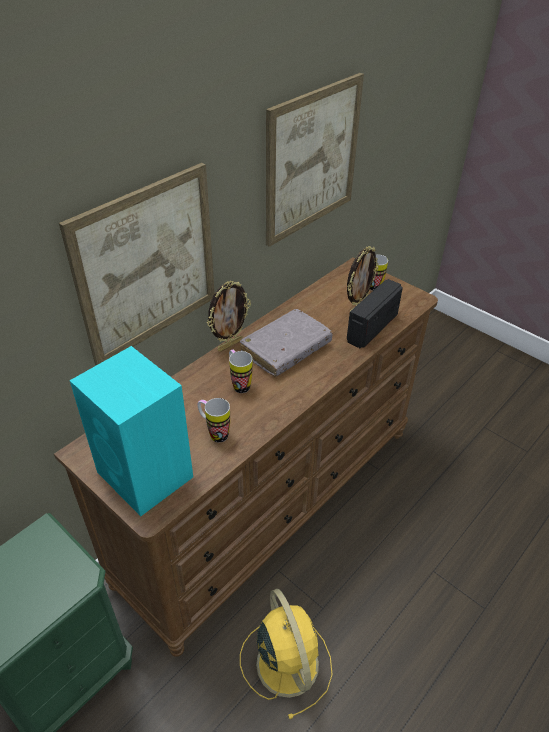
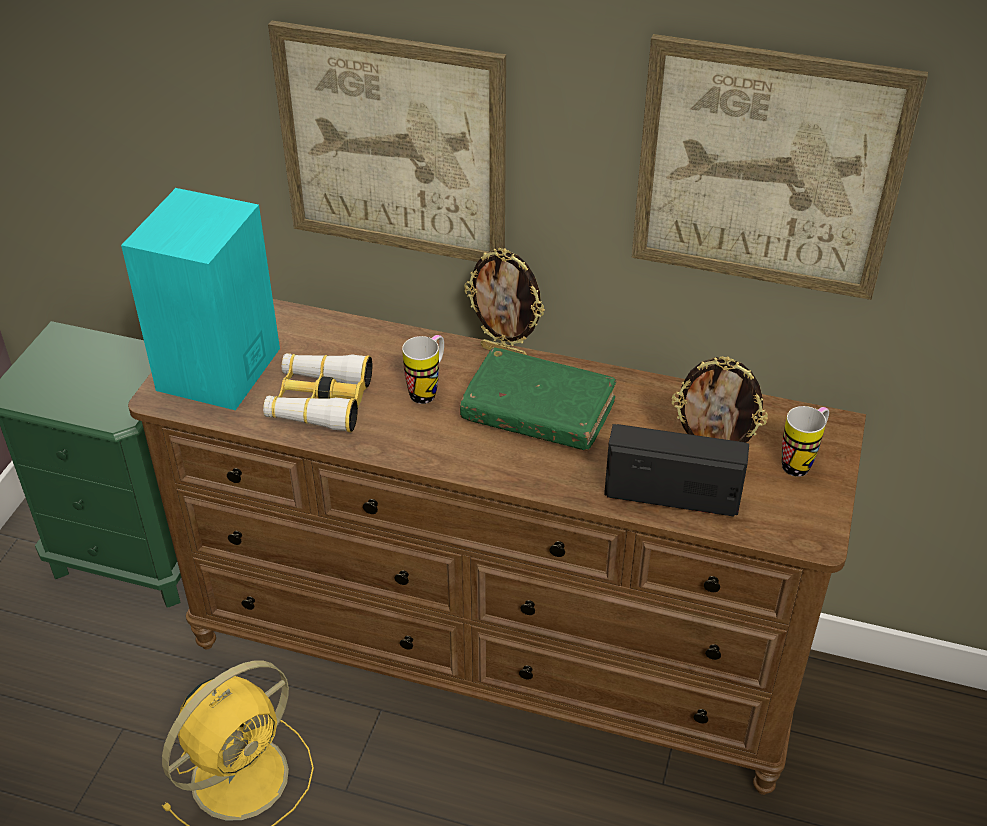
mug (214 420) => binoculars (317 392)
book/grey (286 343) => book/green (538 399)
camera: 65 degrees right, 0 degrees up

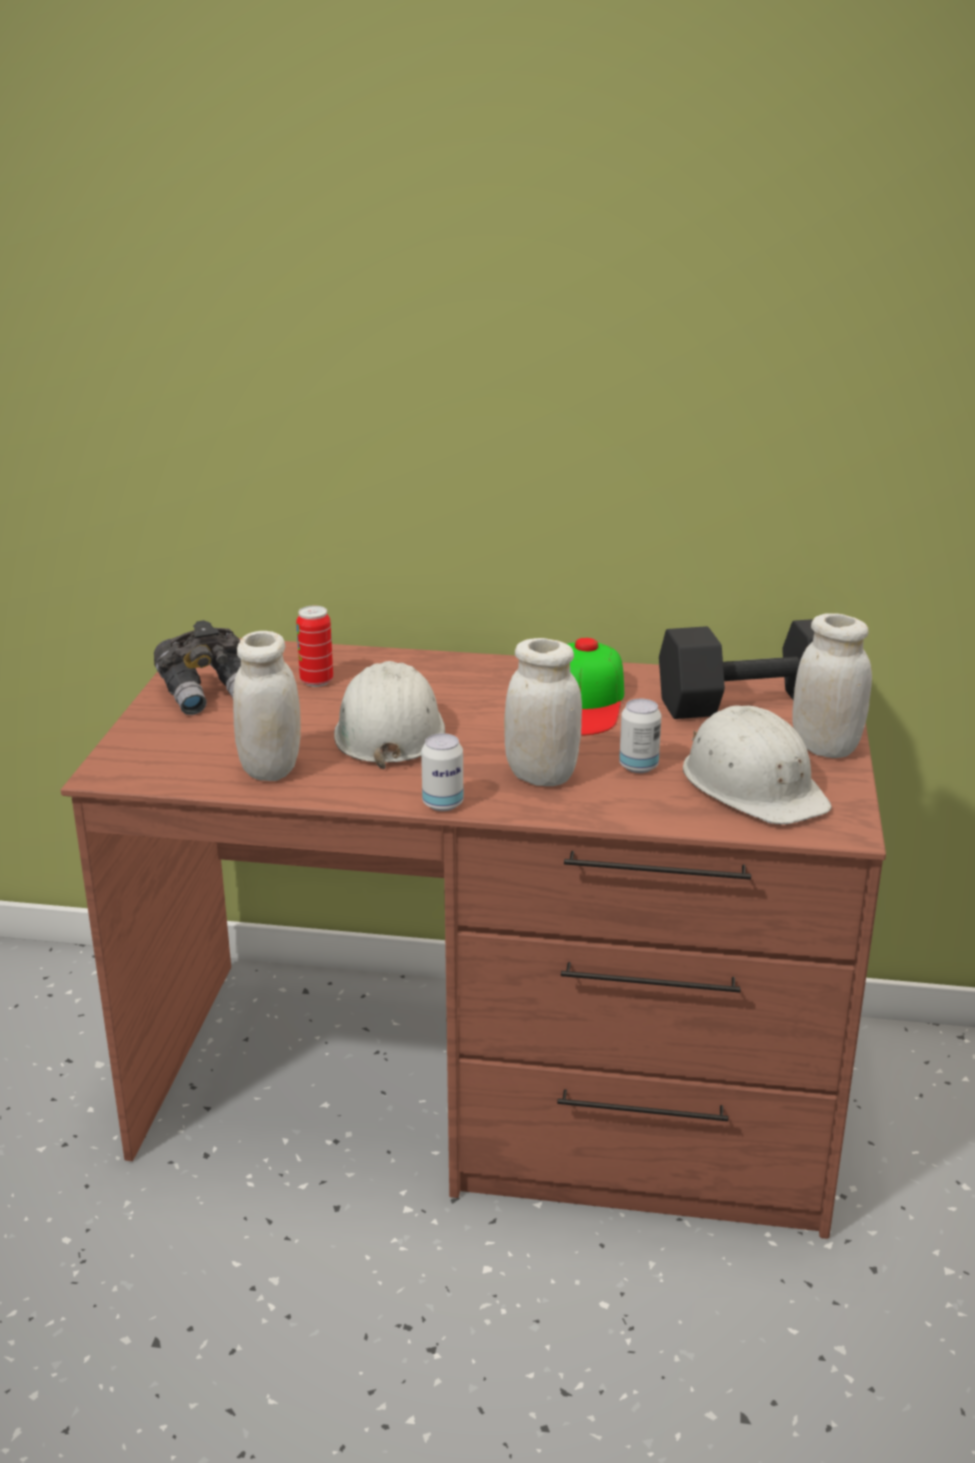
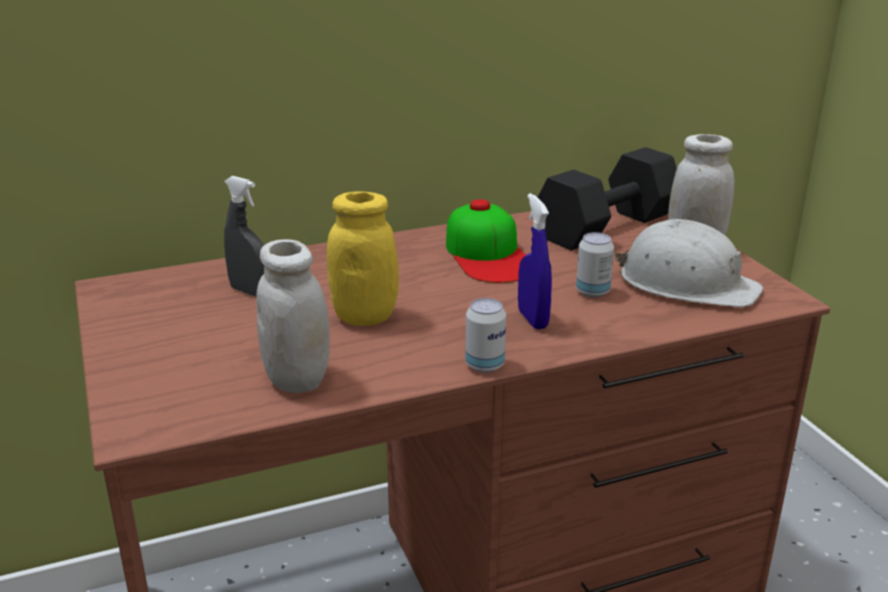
can (314 646) => spray bottle/grey (244 236)
hard hat/white (389 715) => jar/yellow (363 258)
jar/white (543 712) => spray bottle/blue (535 261)
binoculars/grey (197 667) => nothing
camera: 30 degrees left, 0 degrees up

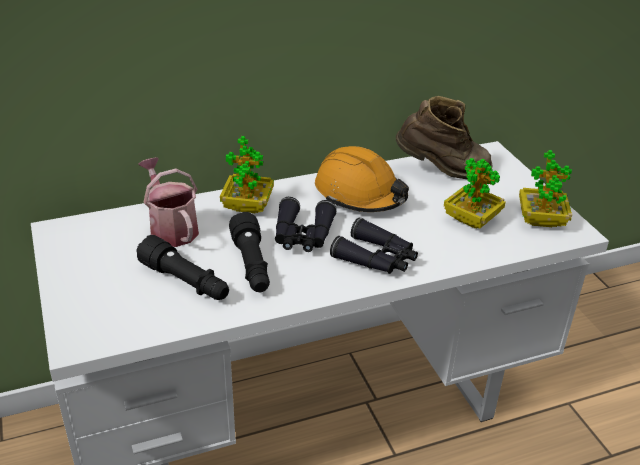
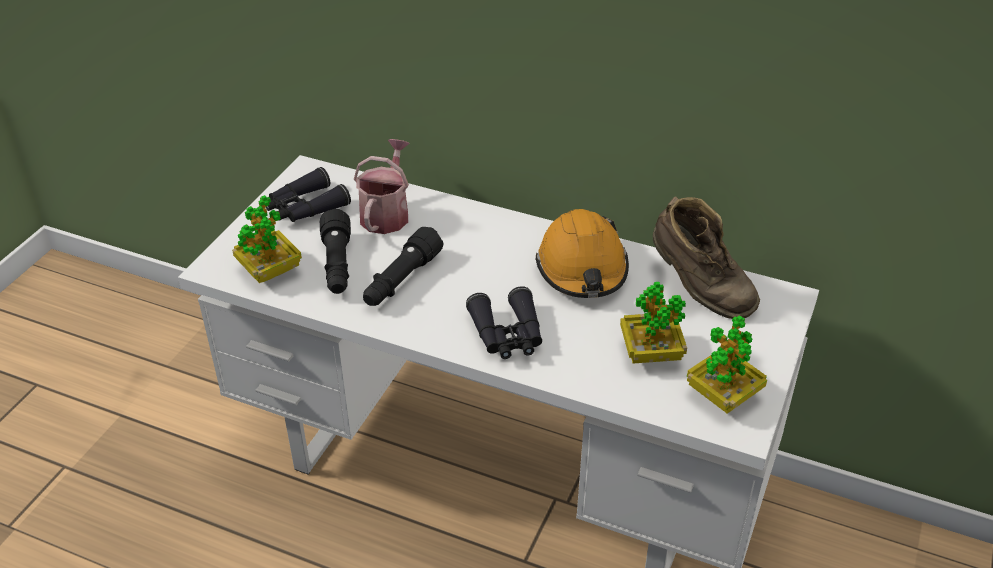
potted plant (247 174) => potted plant (267 239), move
binoculars/black (306 224) => binoculars/black (308 194), move
camera: 45 degrees right, 5 degrees up

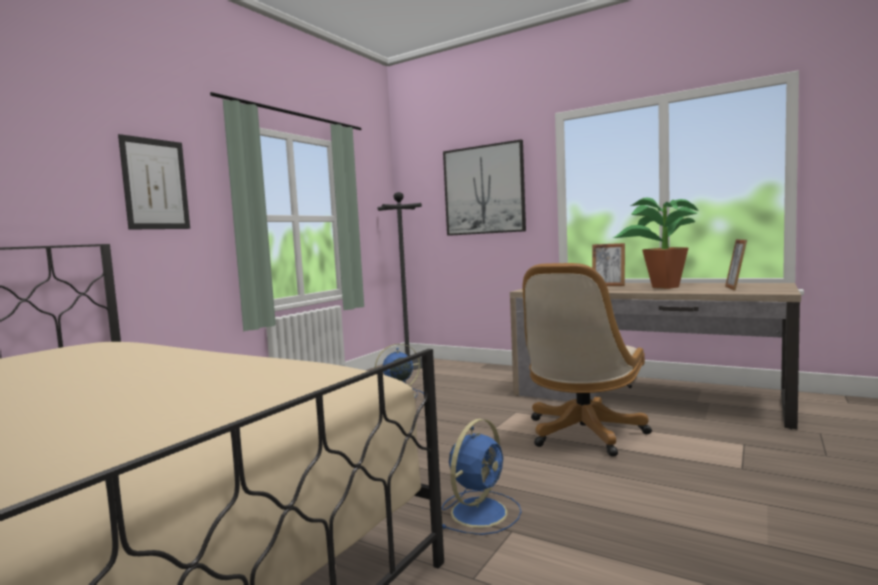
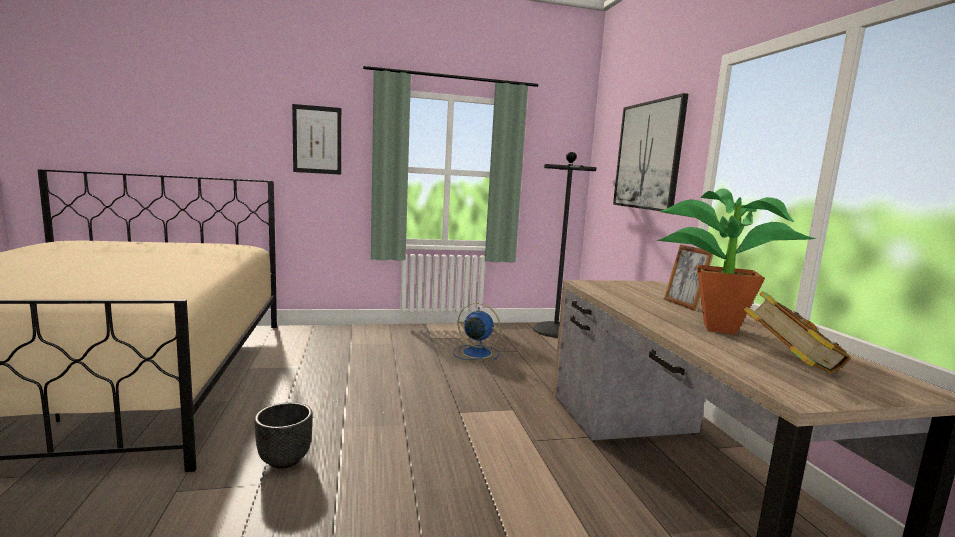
fan/blue (482 477) => planter/black (283 435)
picture frame (736 265) => book (797 332)
office chair (587 360) => nothing
camera: 45 degrees right, 5 degrees up

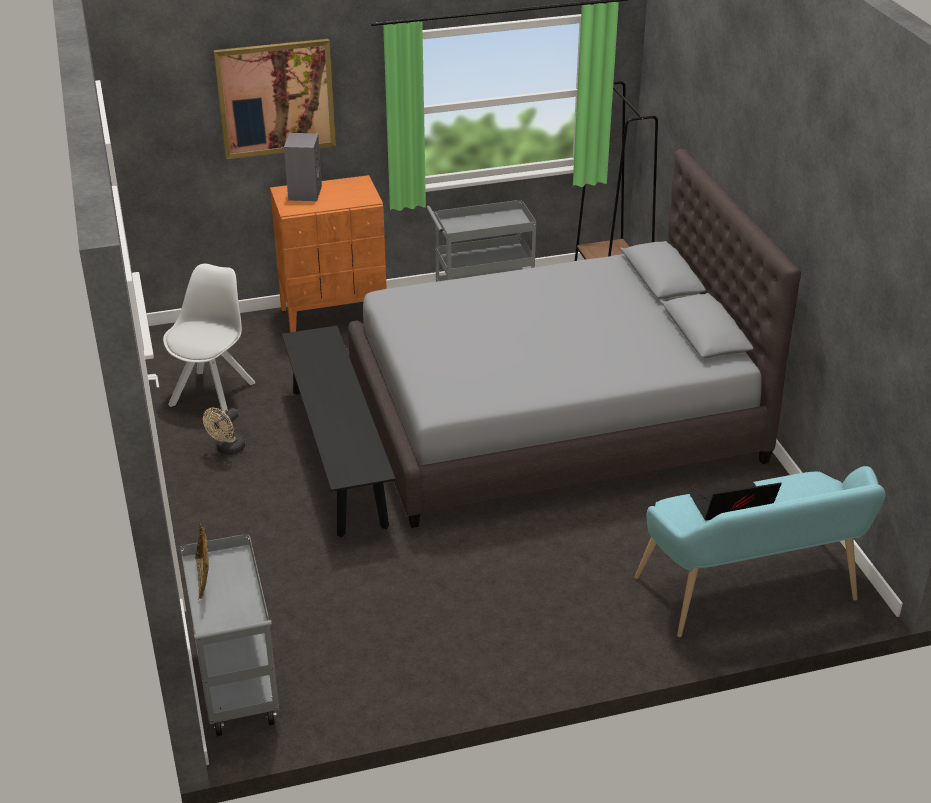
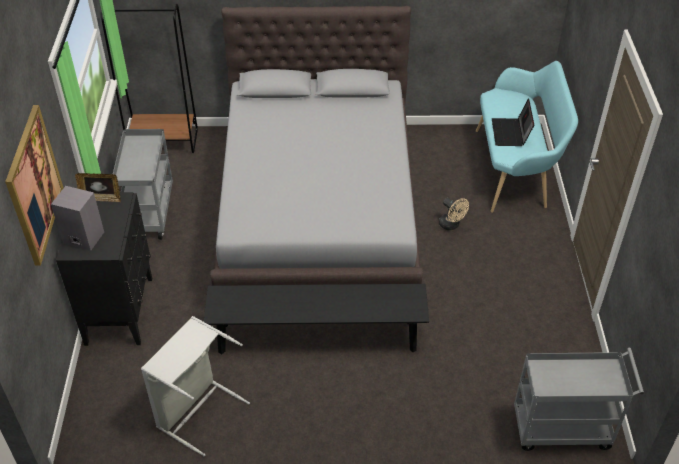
dresser/orange (328 253) => dresser/black (104 269)
picture frame (202 562) => picture frame (98 187), move
chair/white (209 338) => laundry basket/grey (195 386)
fan/beige (224 431) => fan/beige (454 214), move
camera: 75 degrees left, 10 degrees up

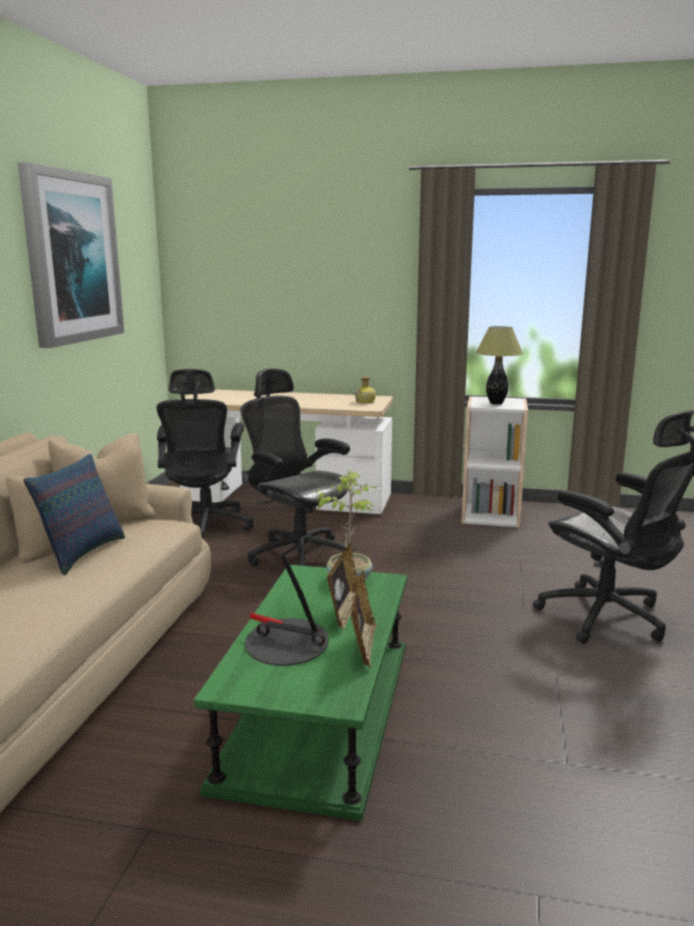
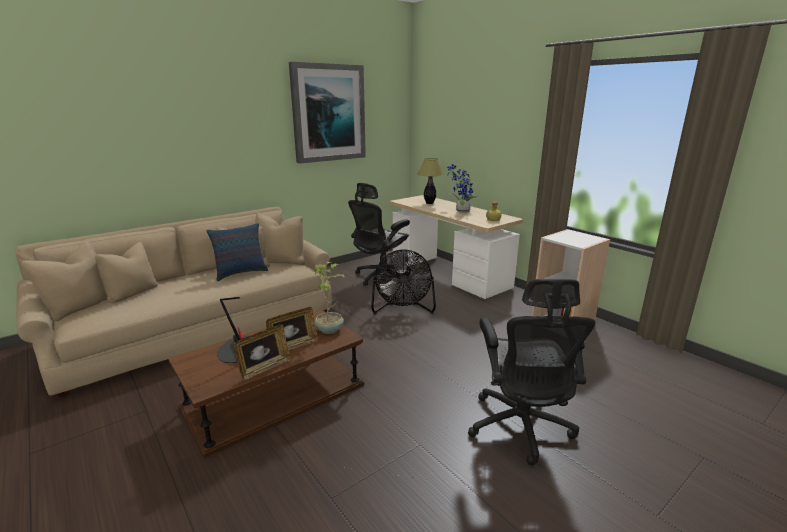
coffee table/green (300 693) => coffee table/brown (266 384)
office chair (296 467) => fan/black (403 282)
table lamp (499 365) => table lamp (430 181), move
nothing => potted plant (461 188)
camera: 40 degrees right, 5 degrees up

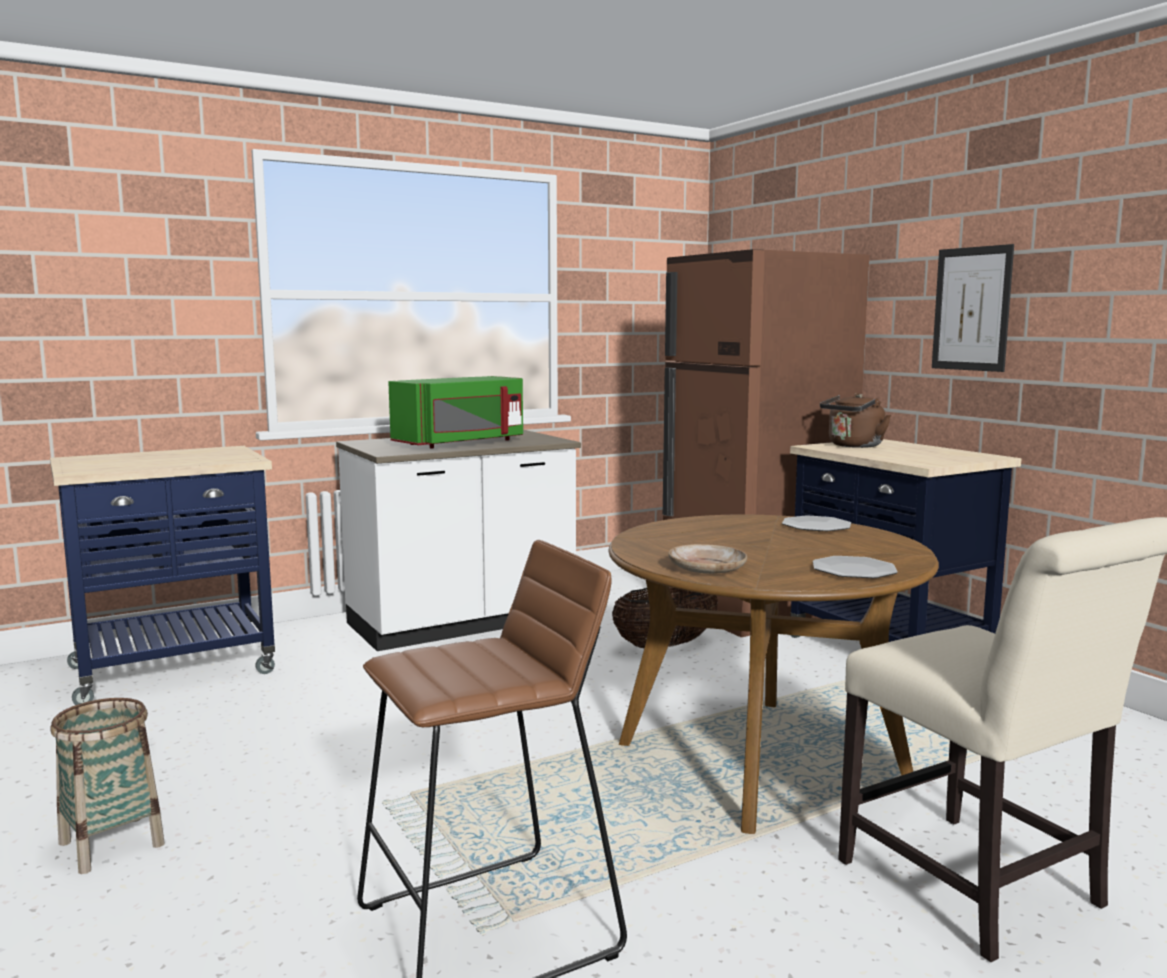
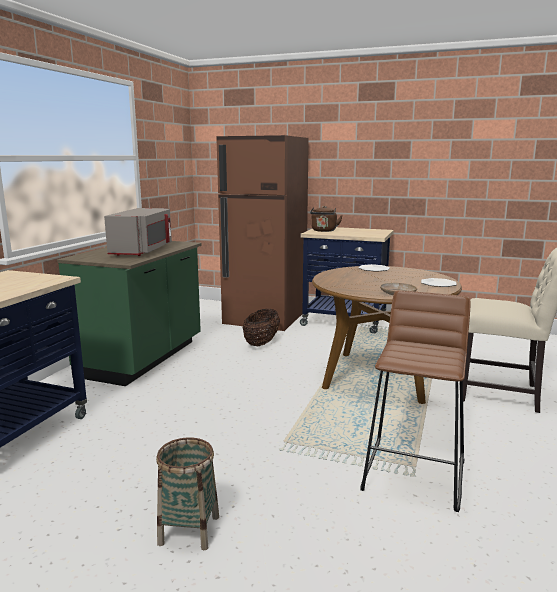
counter/white (458 540) => counter/green (129 313)
microwave/green (455 412) => microwave/grey (138 232)
picture (973 308) => nothing
camera: 40 degrees left, 5 degrees up

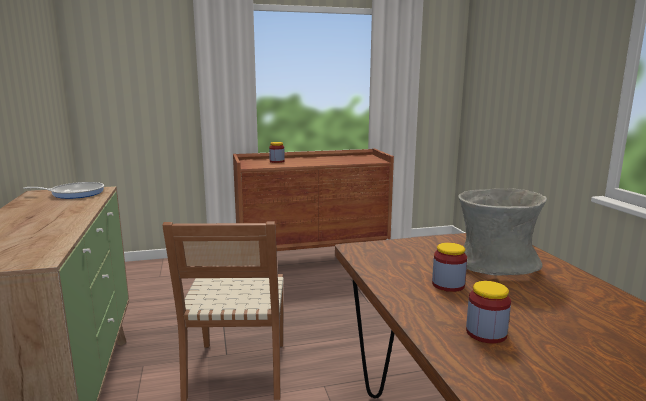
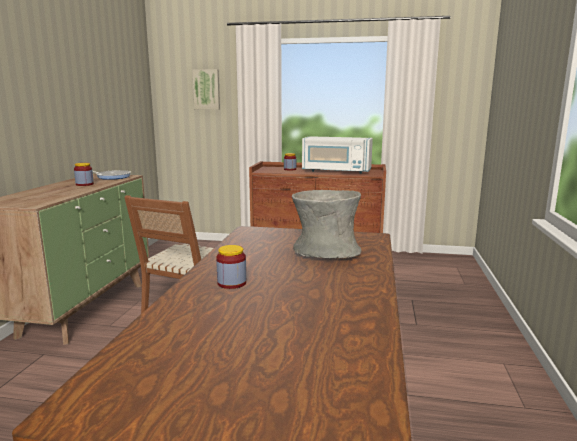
jar (449 267) => jar (84 174), move
nothing => picture (206 89)
nothing => microwave/white (337 155)
camera: 25 degrees right, 0 degrees up

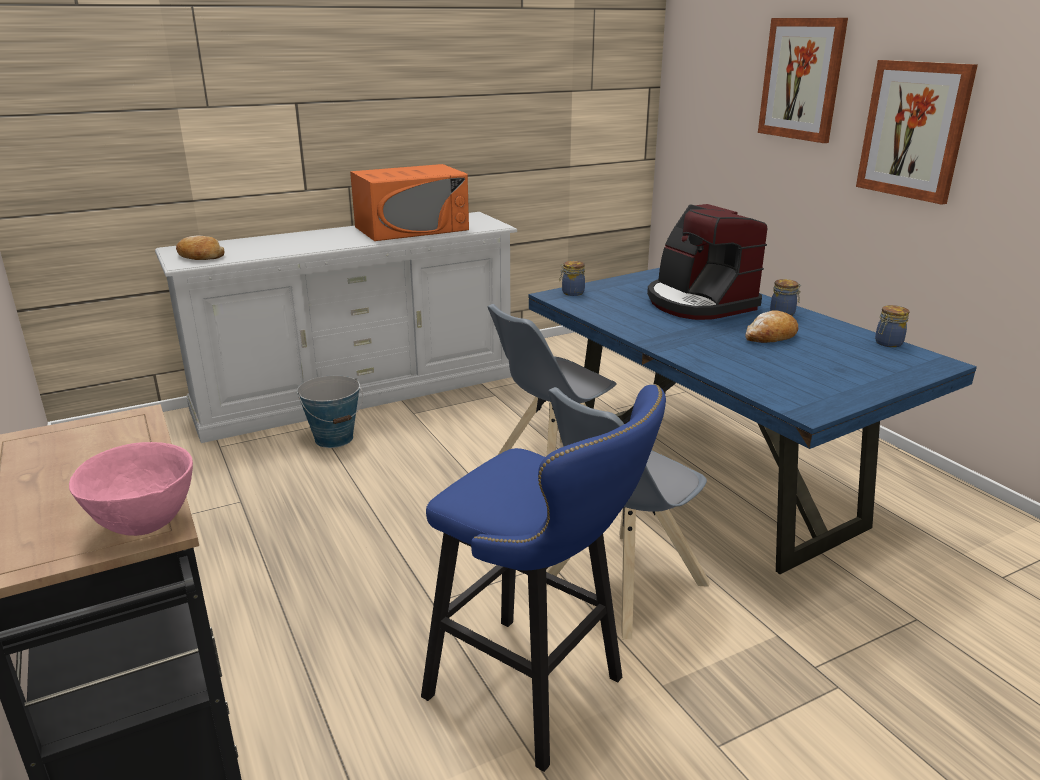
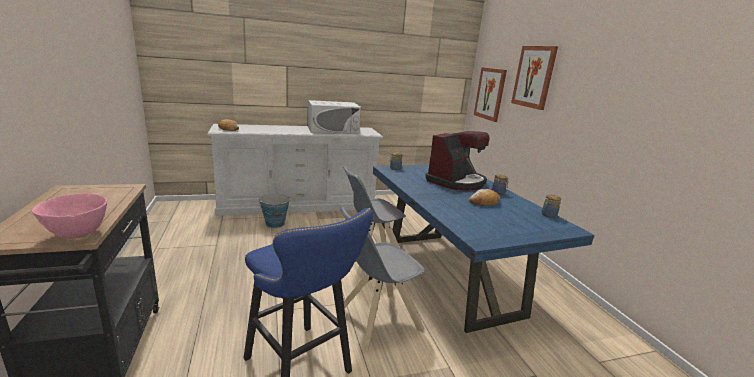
microwave/orange (409 202) => microwave/white (334 117)
coffee machine (707 262) => coffee machine (457 161), 120 degrees counterclockwise
picture (917 132) => picture (490 95), move
camera: 10 degrees right, 5 degrees down

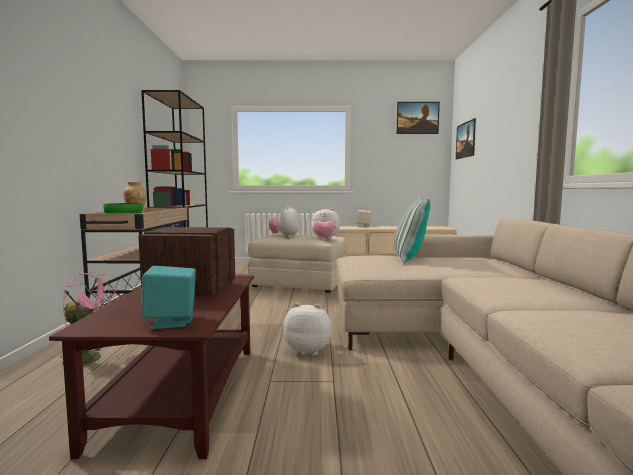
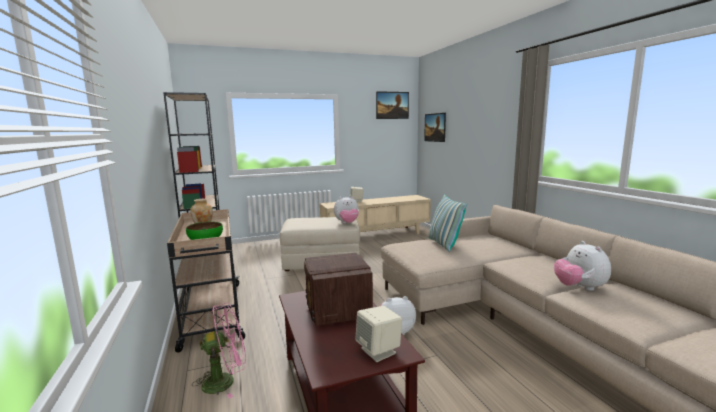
speaker/turquoise (168 297) => speaker/beige (378 334)
plush toy (284 222) => plush toy (582 265), move
camera: 20 degrees left, 5 degrees up

